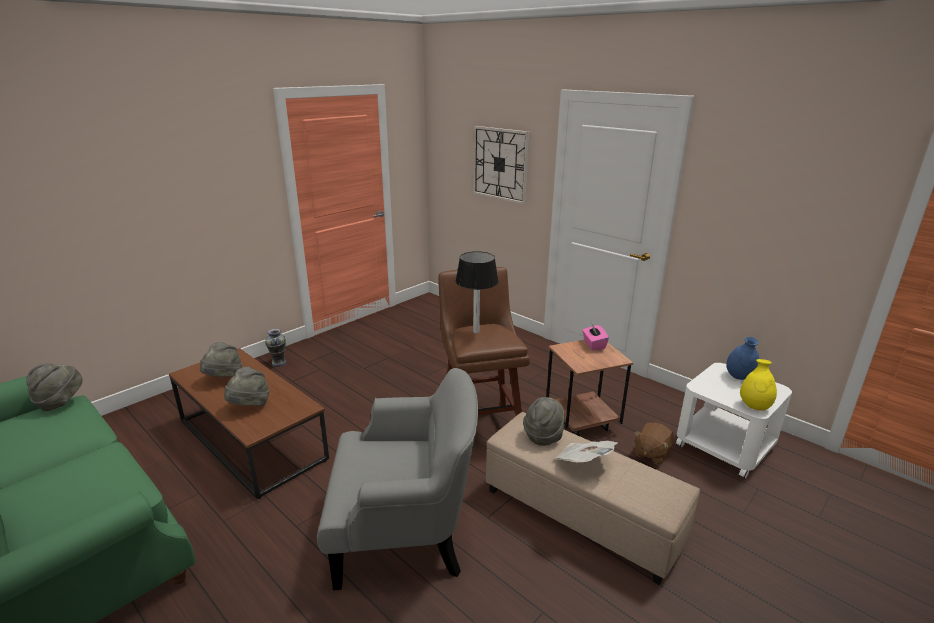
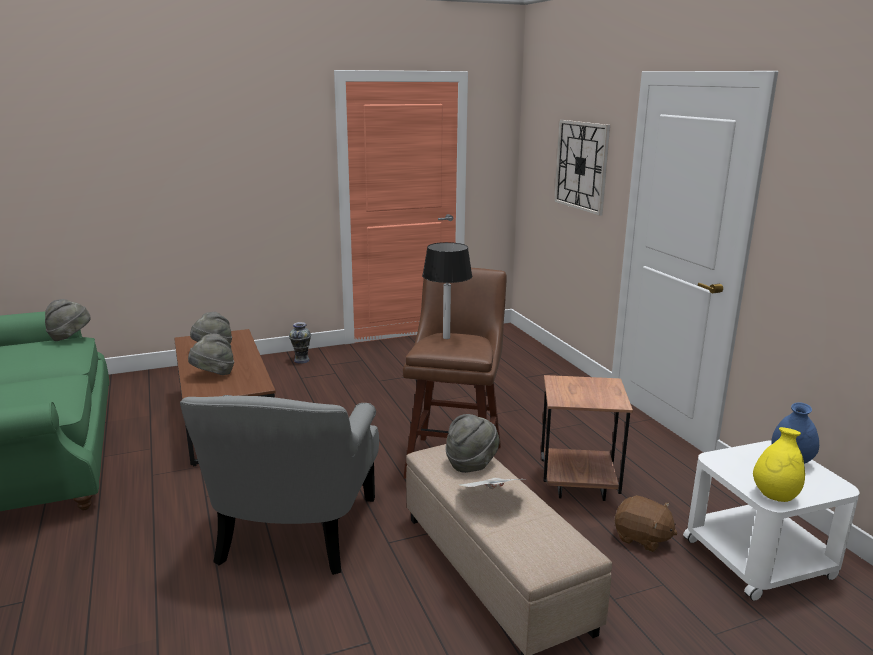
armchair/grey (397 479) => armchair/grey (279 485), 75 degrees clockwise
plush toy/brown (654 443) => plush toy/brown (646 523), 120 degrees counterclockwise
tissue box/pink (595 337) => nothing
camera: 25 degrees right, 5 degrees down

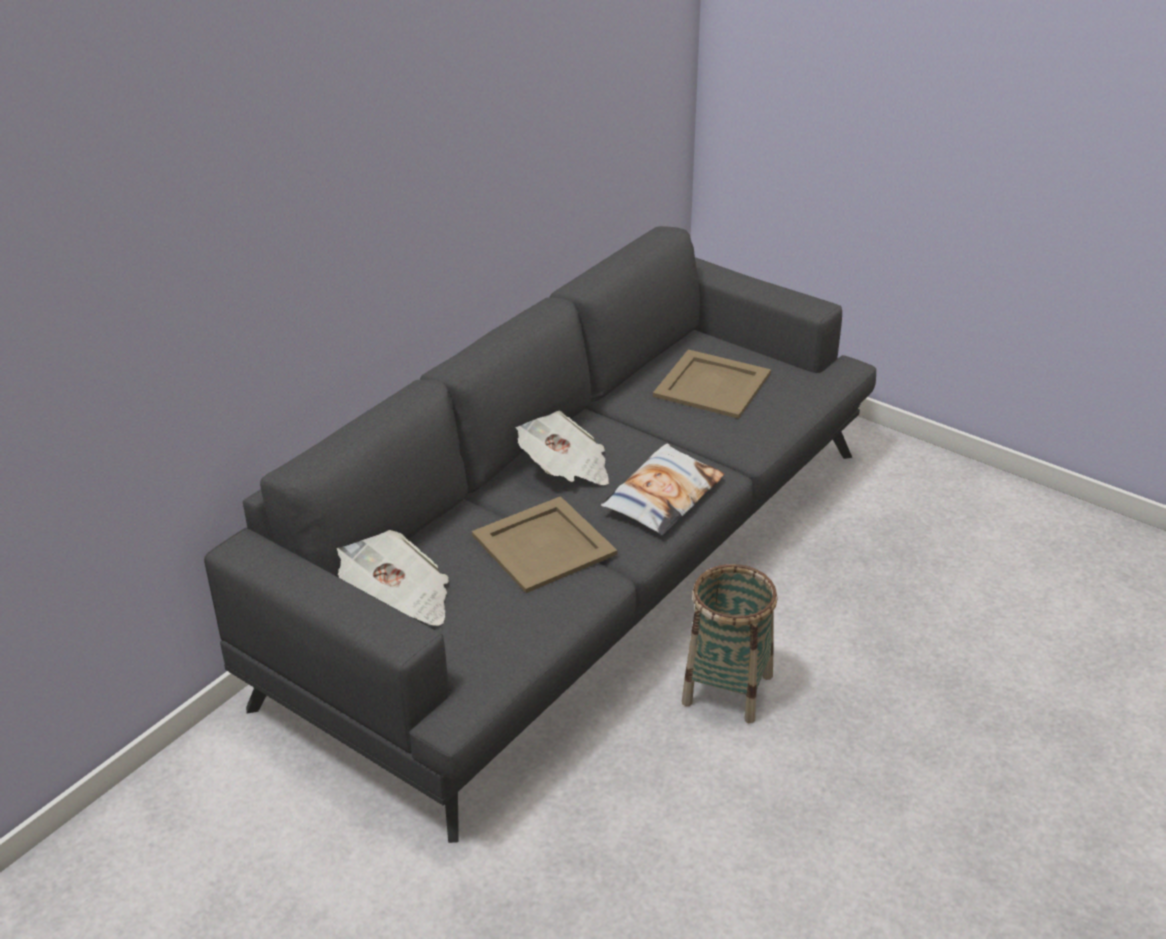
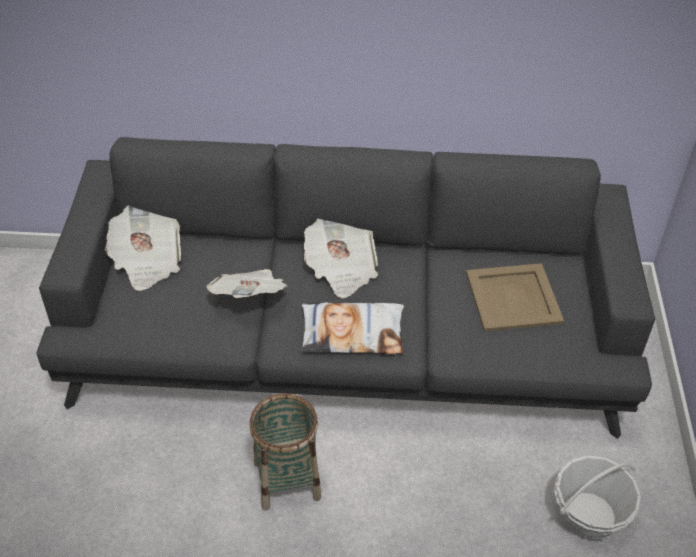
tray/beige (544 544) => newspaper (247 283)
nothing => basket (597 497)
camera: 55 degrees right, 10 degrees up

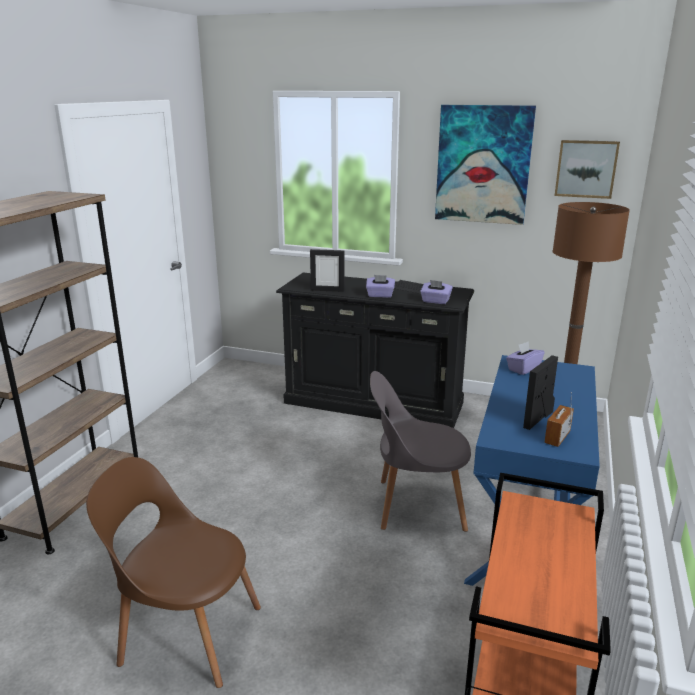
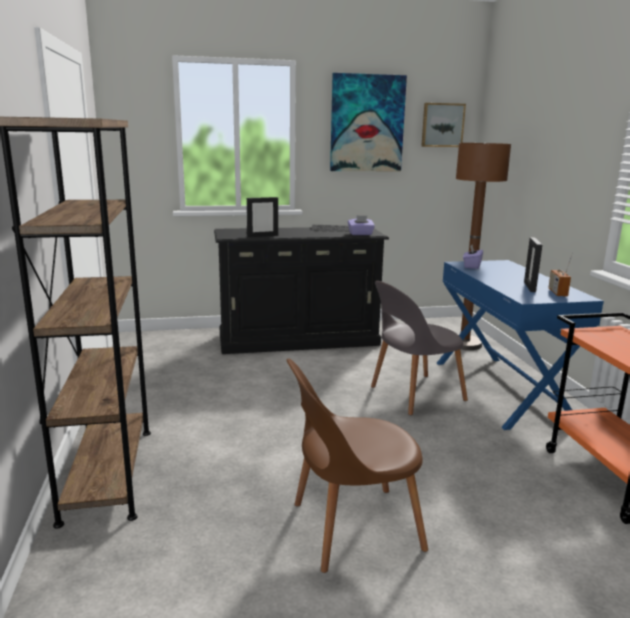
tissue box/purple (380 286) => nothing
camera: 30 degrees left, 5 degrees down

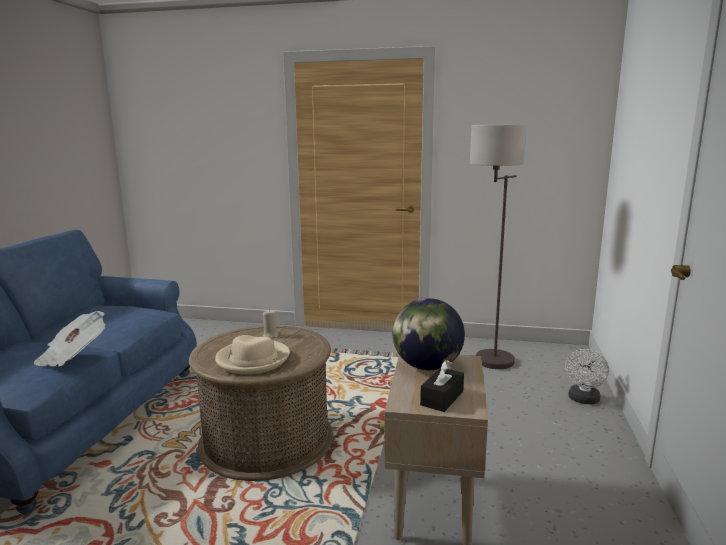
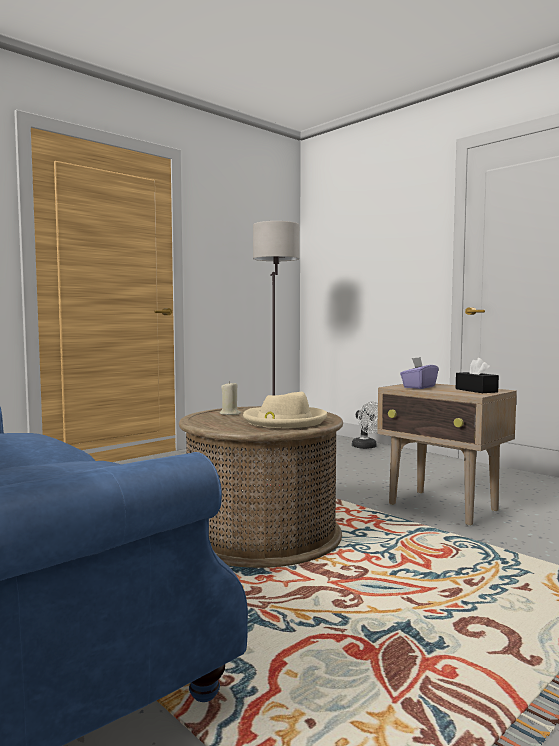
globe (429 334) => tissue box/purple (419 373)
newspaper (70 339) => nothing
camera: 55 degrees left, 10 degrees down

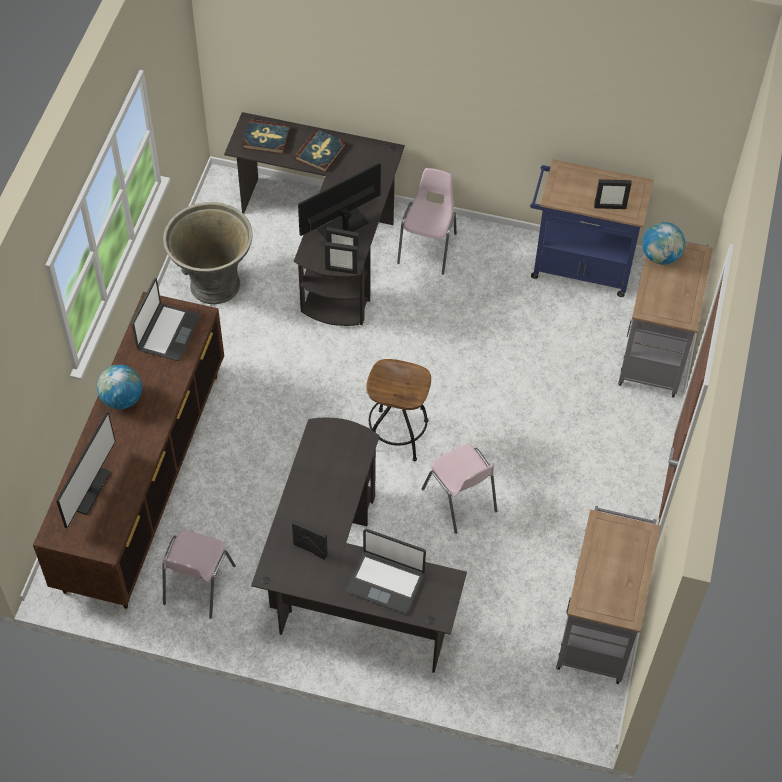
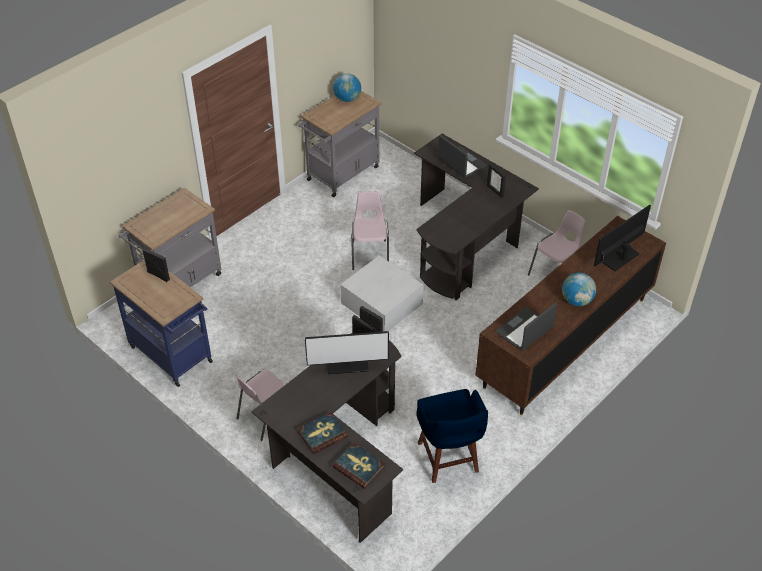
globe (663 243) => globe (347 87), move
stool/brown (398 410) => storage box/white (382 293)
planter/grey (208 253) => stool/blue (452 436)
camera: 150 degrees left, 10 degrees down

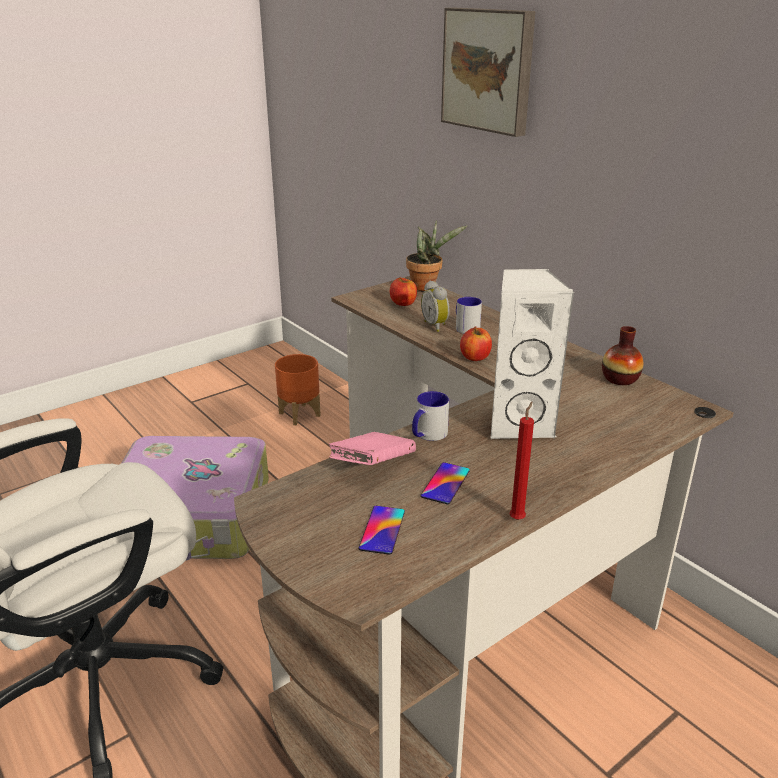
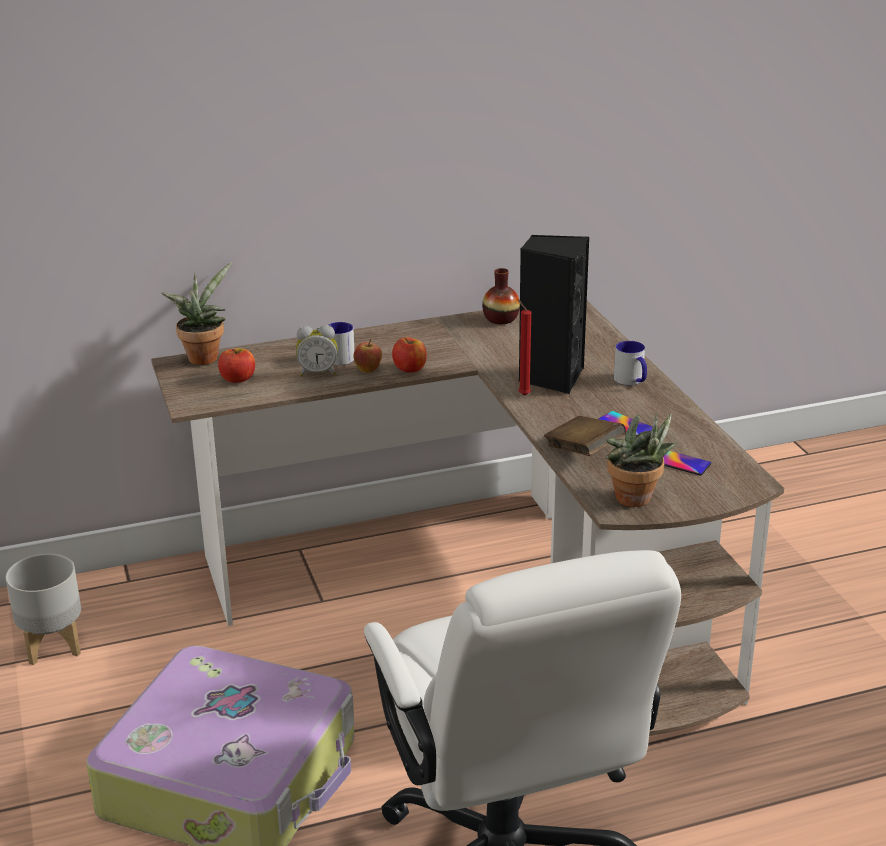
planter/orange (298 389) => planter/grey (43 609)
nothing => apple (368 356)
speaker/white (532 354) => speaker/black (553 314)
candle/red (522 461) => candle/red (524 347), move
book/pink (372 448) => book/brown (585 436)
nothing => potted plant (642 460)
mug (430 416) => mug (630 363), move
picture (488 72) => nothing
camera: 70 degrees left, 0 degrees up

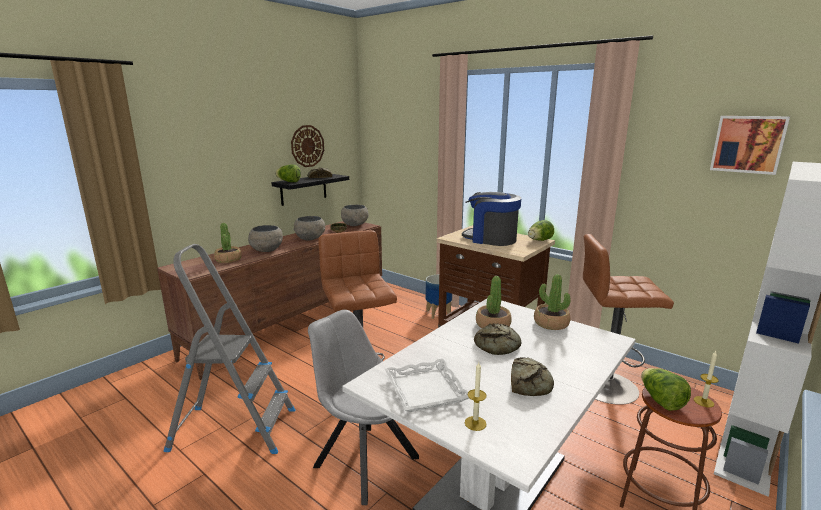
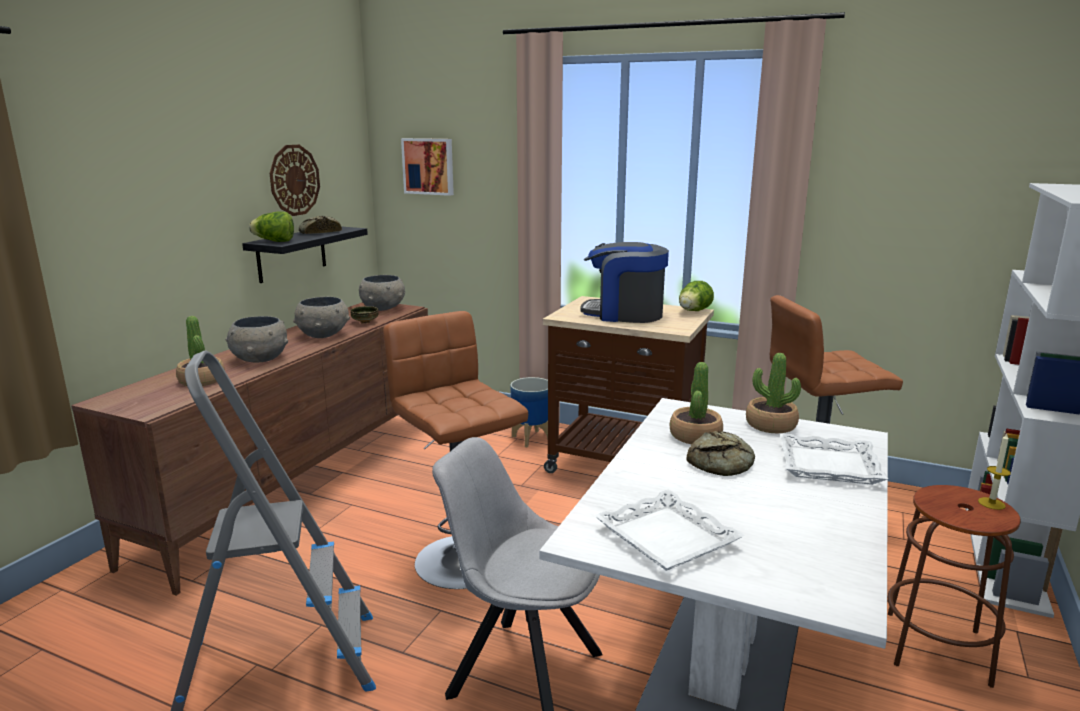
picture (750 145) => picture (427 167), move
nothing => tray/white (834 459)
candle (476 396) => nothing
bread (532 376) => nothing
lettuce (666 389) => nothing
camera: 15 degrees left, 0 degrees up

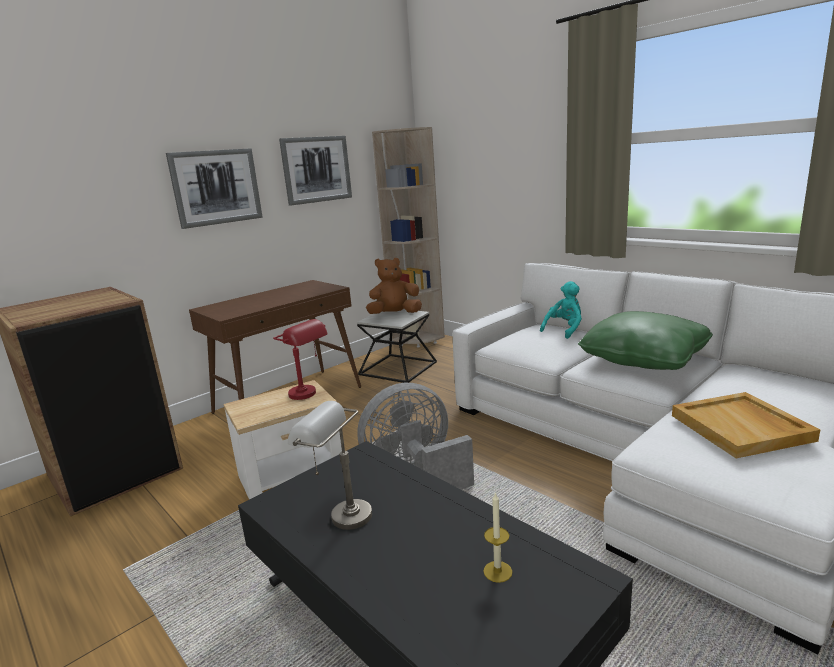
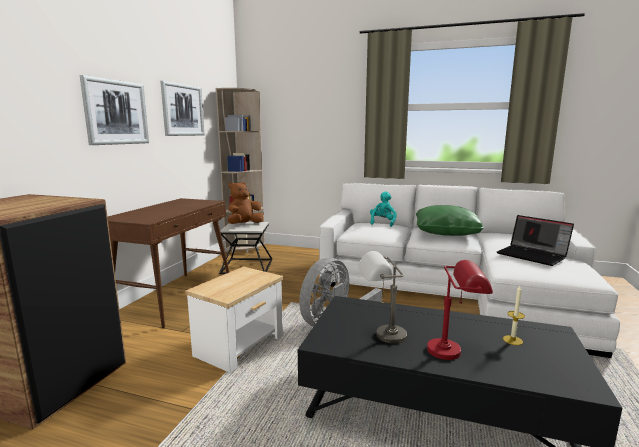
table lamp/red (300 359) => table lamp/red (460 310), move
tray/beige (746 425) => laptop (535 240)
camera: 30 degrees left, 5 degrees down

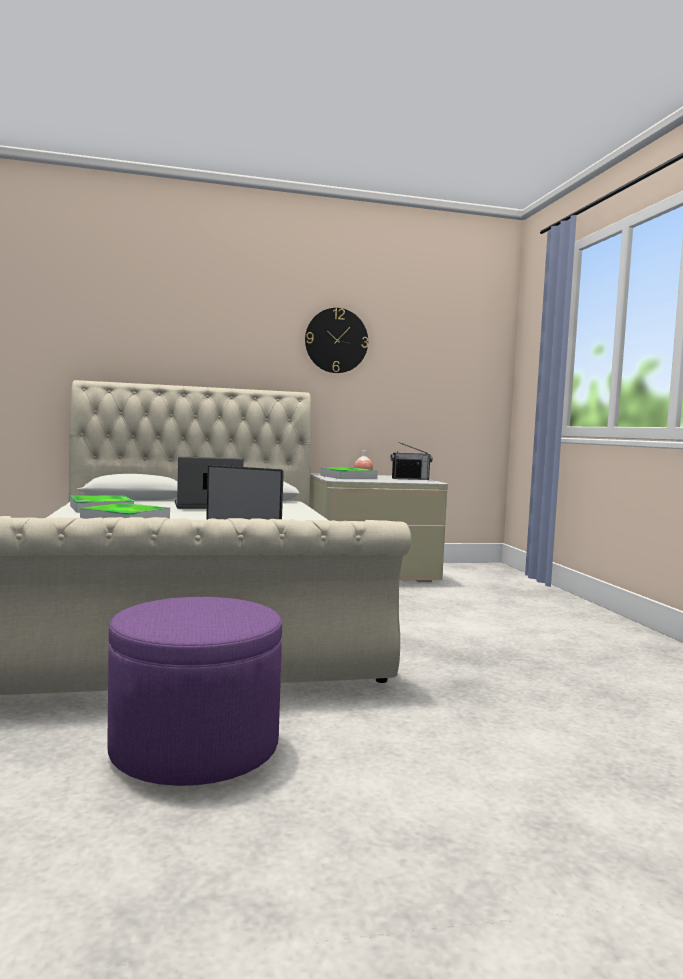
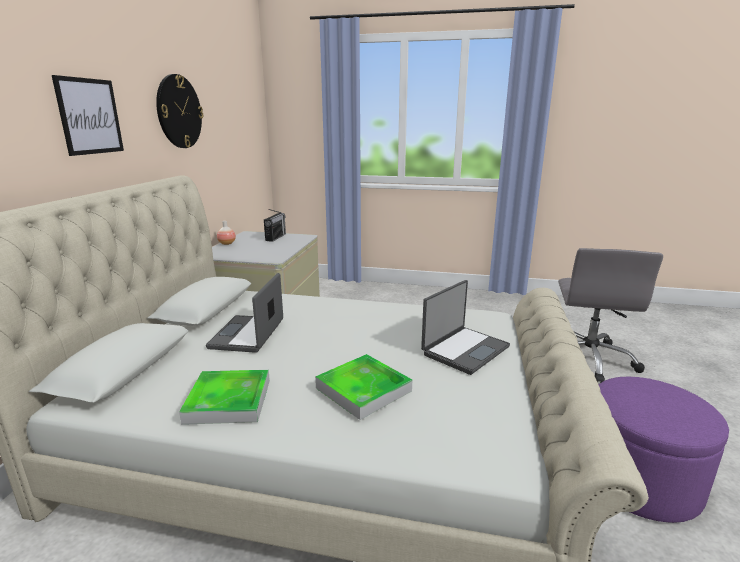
nothing => picture (88 115)
nothing => office chair/grey (610 315)
tray (349 473) => nothing
camera: 65 degrees left, 15 degrees up

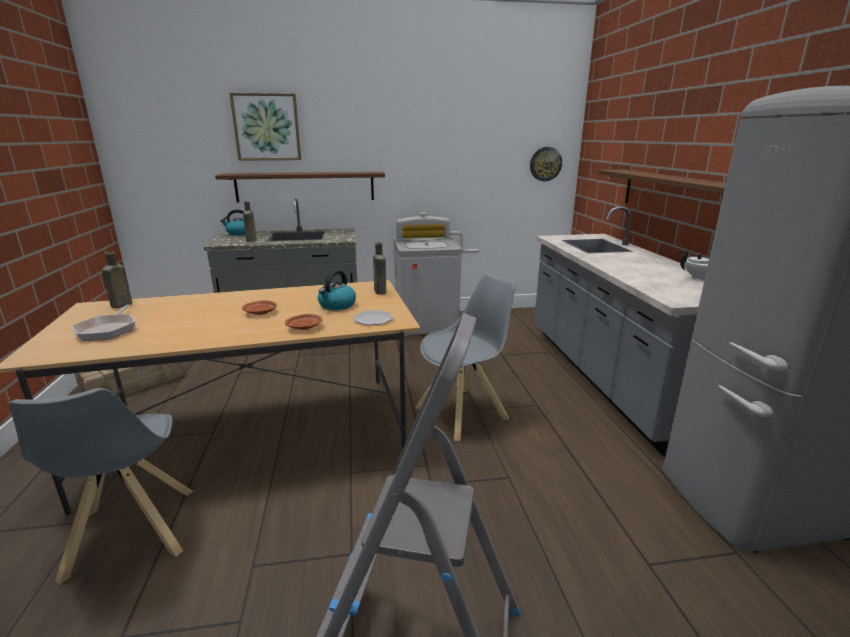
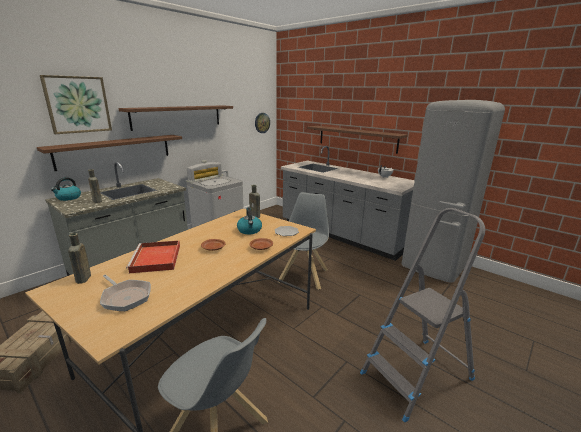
nothing => shelf/brown (175 118)
nothing => tray/red (153 257)
camera: 40 degrees left, 0 degrees up

